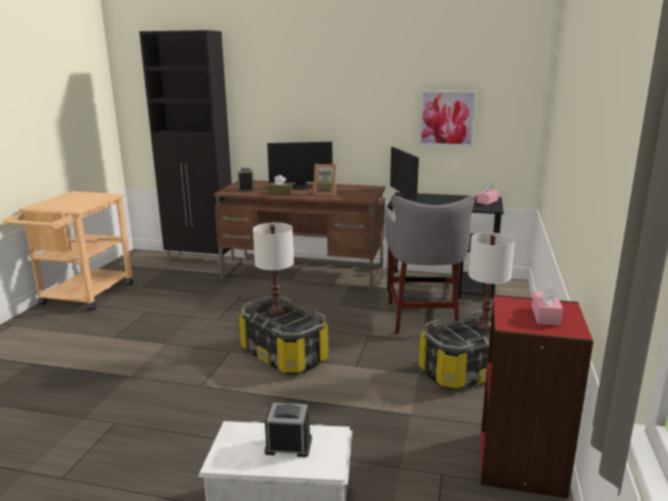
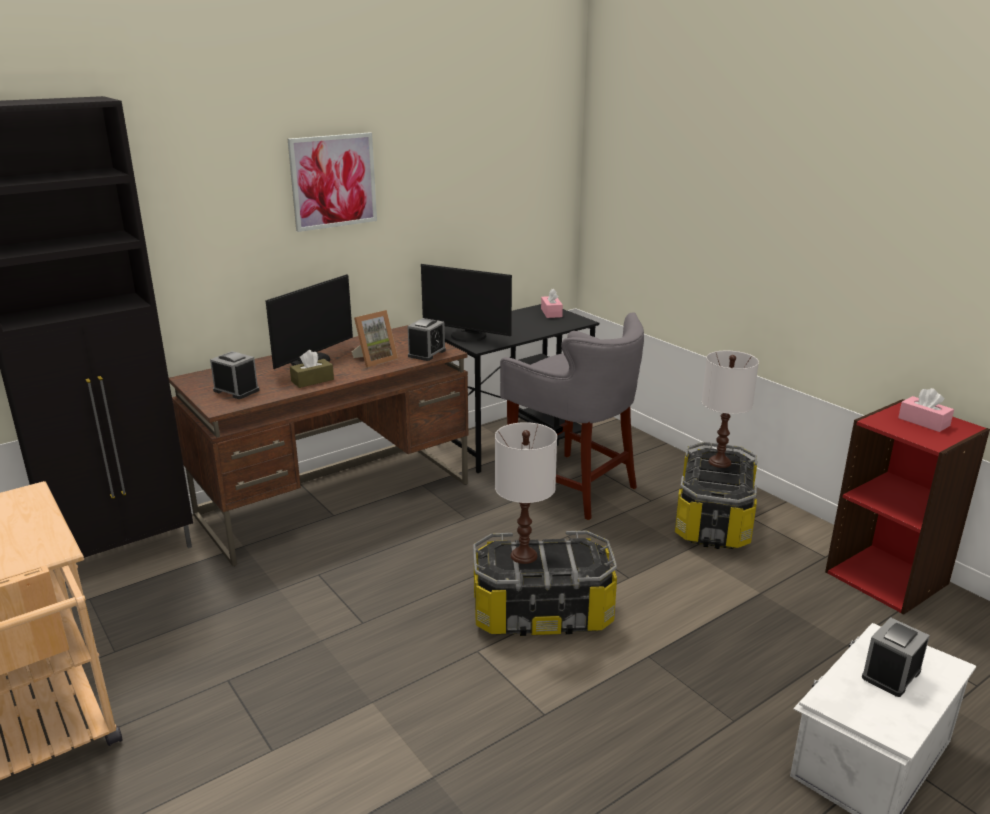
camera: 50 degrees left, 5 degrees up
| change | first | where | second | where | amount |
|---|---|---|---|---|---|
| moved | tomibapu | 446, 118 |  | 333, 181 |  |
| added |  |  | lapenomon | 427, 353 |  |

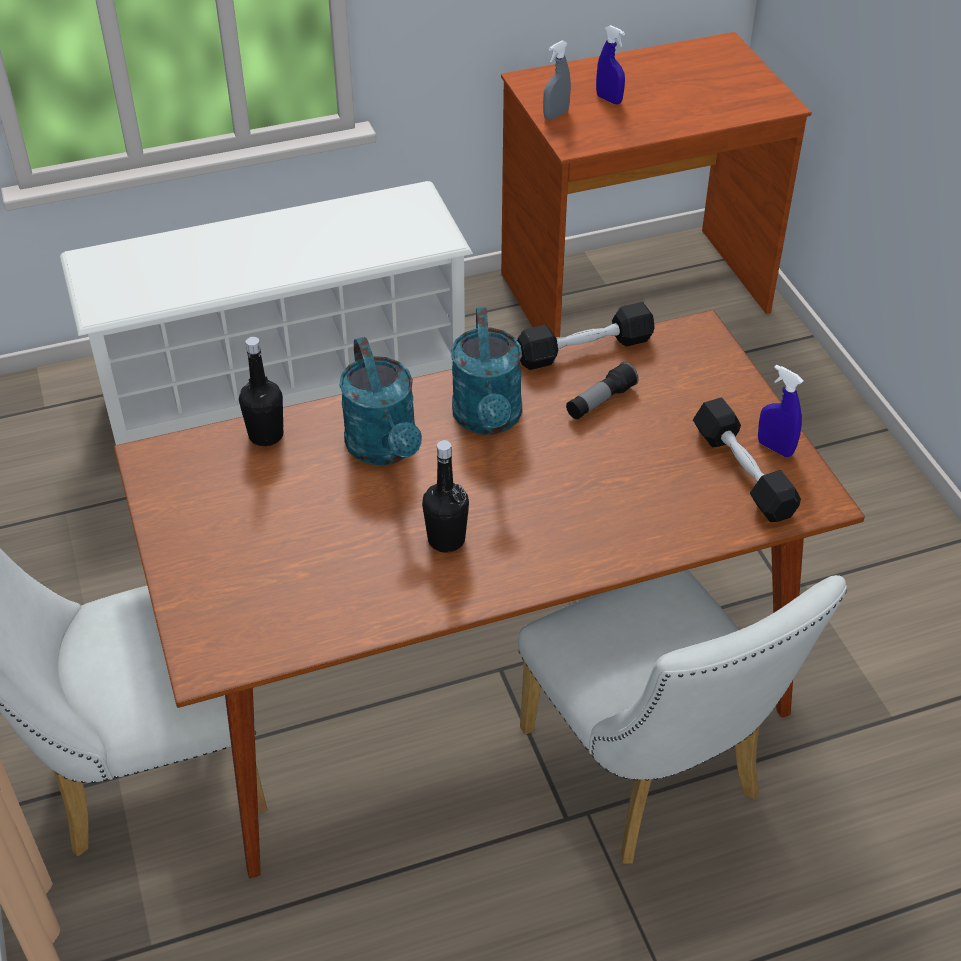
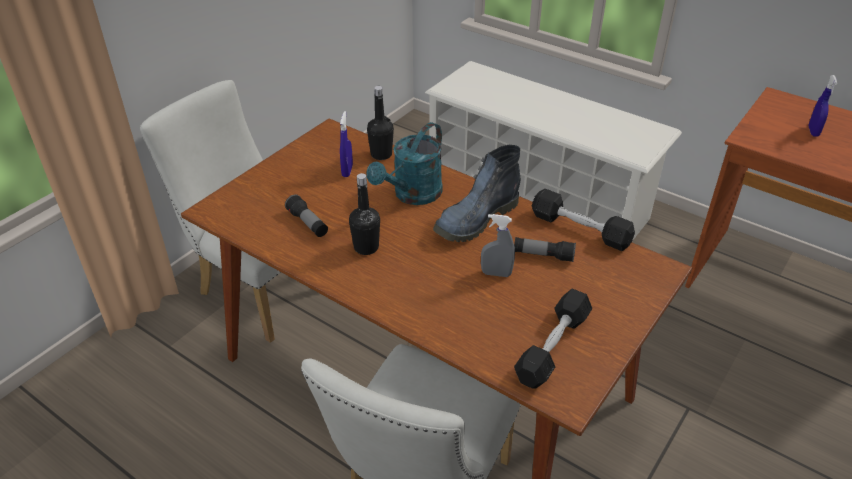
camera: 55 degrees right, 5 degrees down
| change | first | where | second | where | amount |
|---|---|---|---|---|---|
| replaced | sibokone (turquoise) | 488, 420 | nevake | 476, 220 |  |
| moved | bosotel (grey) | 556, 115 |  | 496, 273 |  |
| moved | bosotel (blue) | 775, 448 |  | 347, 171 |  |
| added |  |  | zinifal | 308, 223 |  |

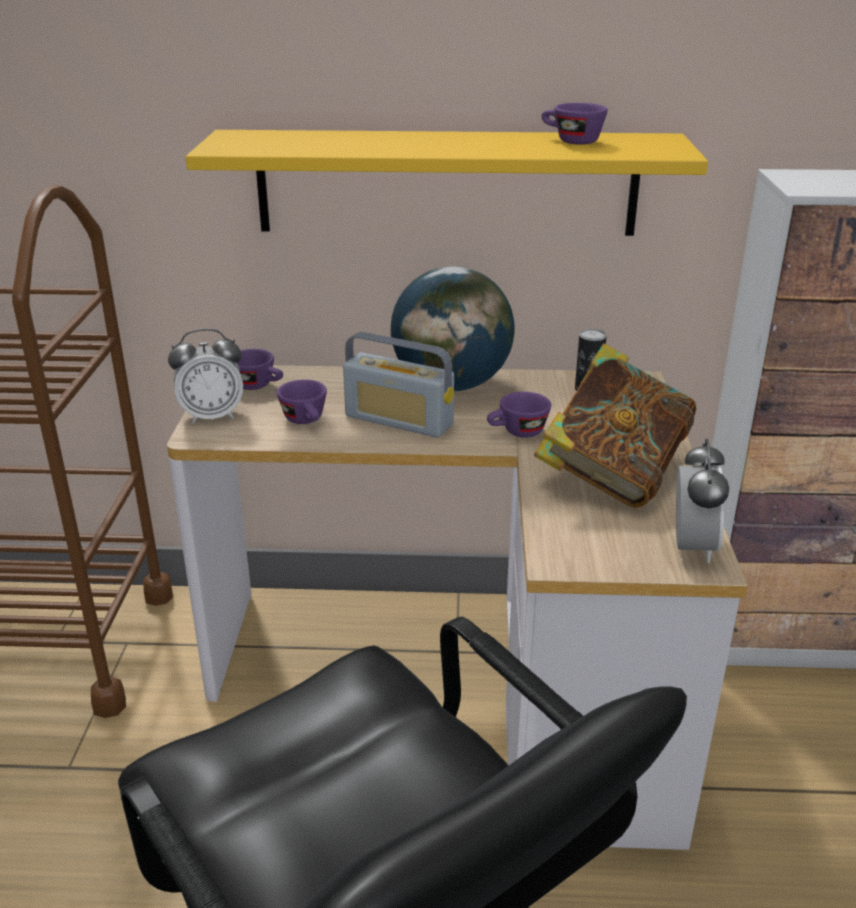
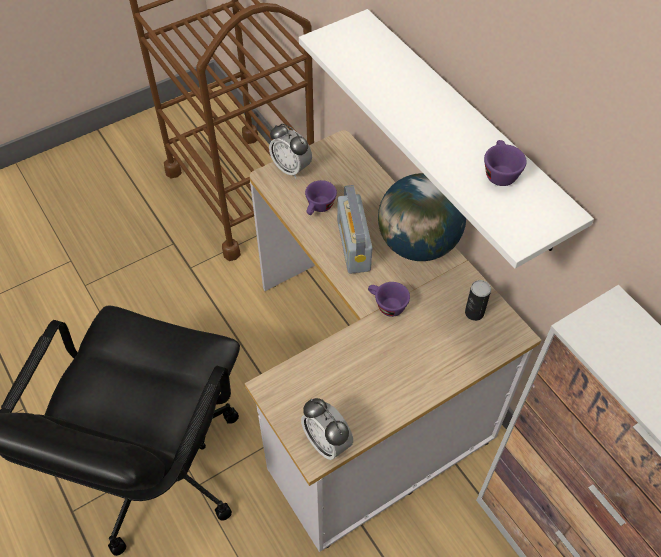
camera: 55 degrees right, 25 degrees up
| change | first | where | second | where | amount |
|---|---|---|---|---|---|
| recoloured | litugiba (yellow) | 446, 183 | litugiba (white) | 463, 130 |  |
| removed | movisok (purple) | 259, 386 |  |  |  |
| removed | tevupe | 612, 476 |  |  |  |
| turned | lapenomon | 692, 547 |  | 327, 442 | 75 degrees clockwise |

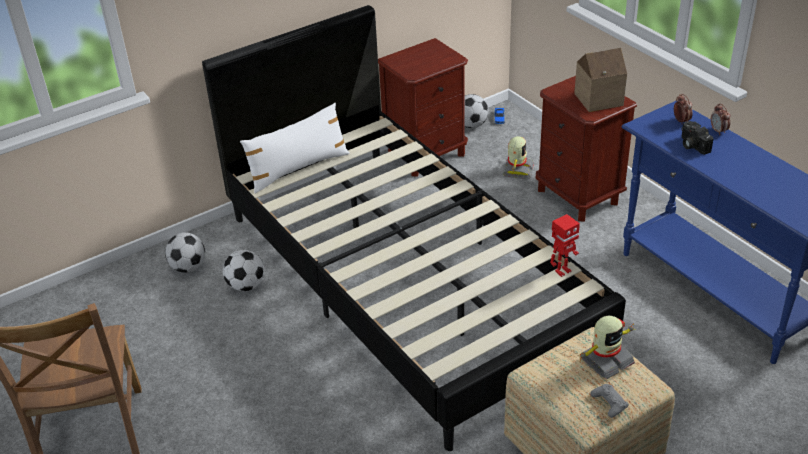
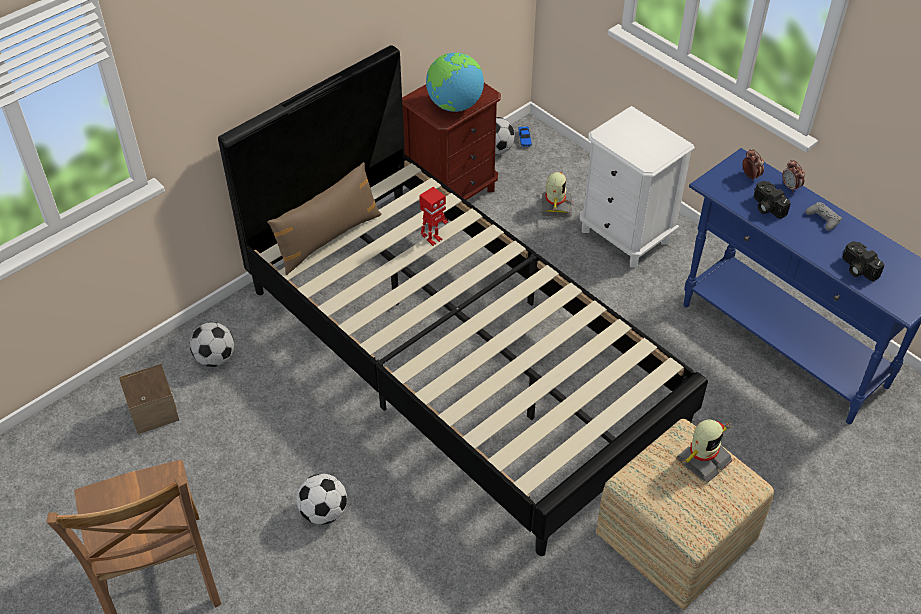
camera: 10 degrees left, 10 degrees up
| change | first | where | second | where | amount |
|---|---|---|---|---|---|
| moved | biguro | 246, 285 |  | 324, 512 |  |
| recoloured | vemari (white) | 298, 169 | vemari (brown) | 328, 238 |  |
| recoloured | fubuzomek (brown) | 578, 196 | fubuzomek (white) | 625, 236 |  |
| moved | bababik | 562, 271 |  | 433, 239 |  |
| moved | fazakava | 597, 98 |  | 152, 409 |  |
| moved | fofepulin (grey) | 609, 403 |  | 823, 218 |  |
| added |  |  | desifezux | 454, 105 |  |
| added |  |  | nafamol | 857, 269 |  |

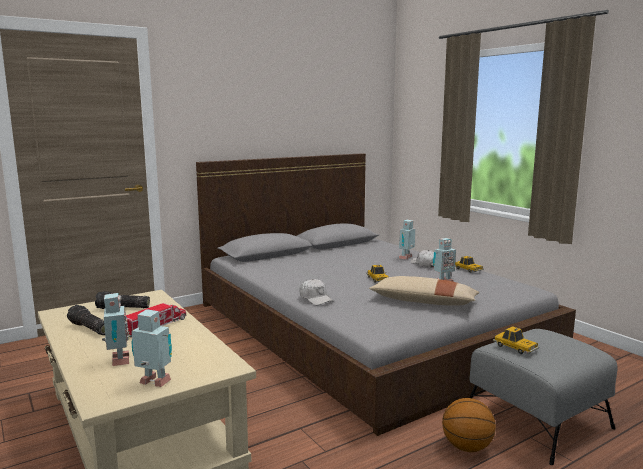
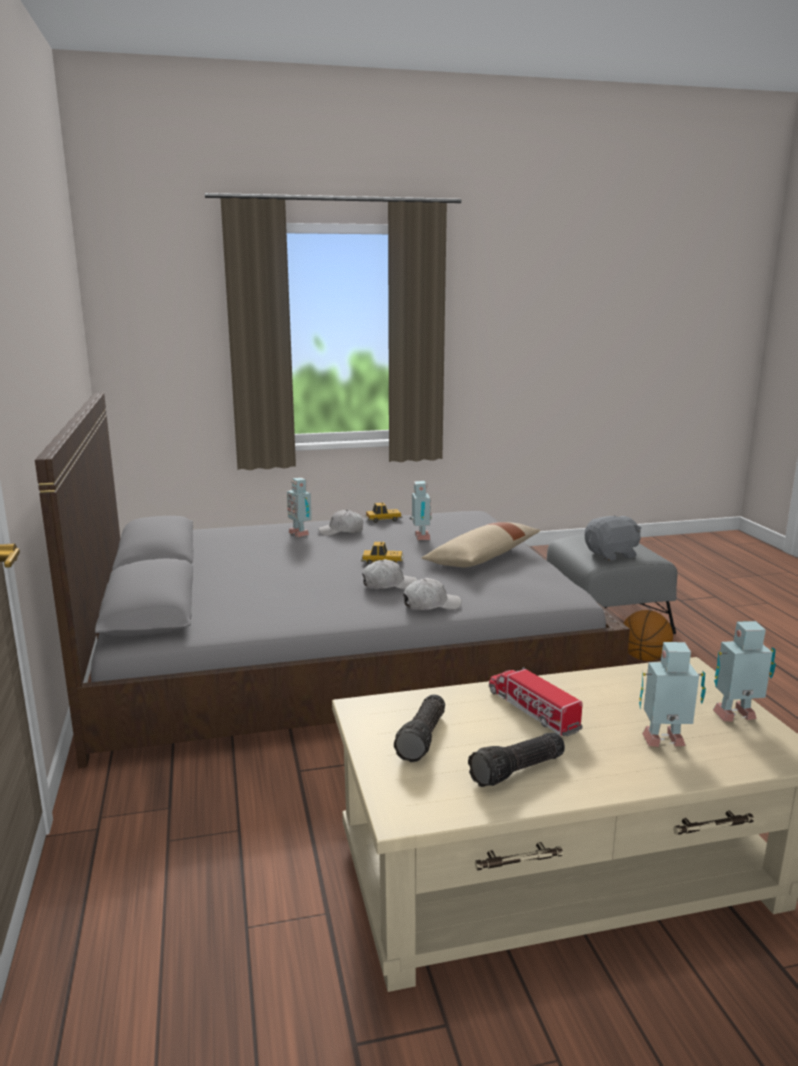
camera: 70 degrees left, 5 degrees up
| change | first | where | second | where | amount |
|---|---|---|---|---|---|
| turned | bababik | 154, 383 |  | 737, 717 | 45 degrees clockwise |
| replaced | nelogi | 515, 347 | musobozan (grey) | 612, 554 |  |
| added |  |  | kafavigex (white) | 389, 585 |  |

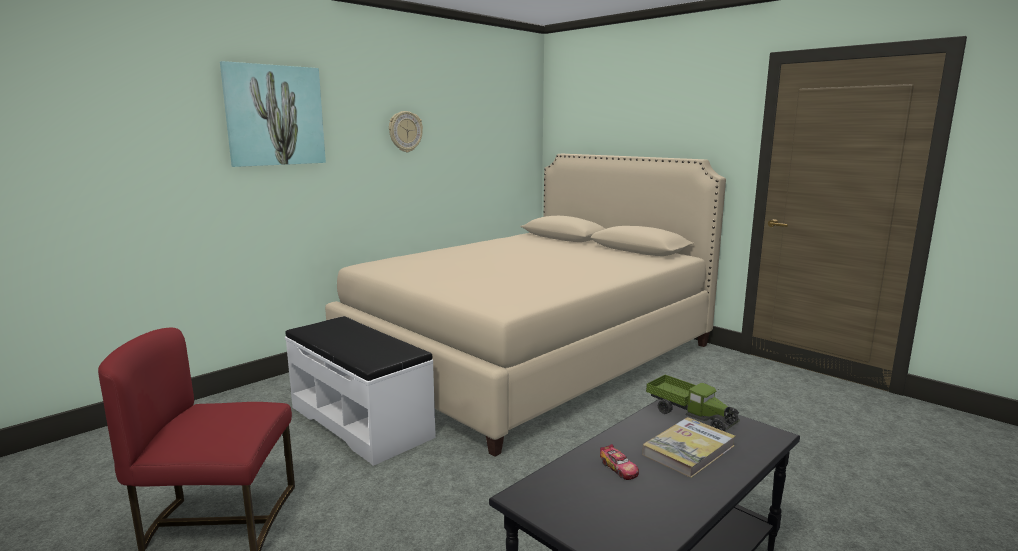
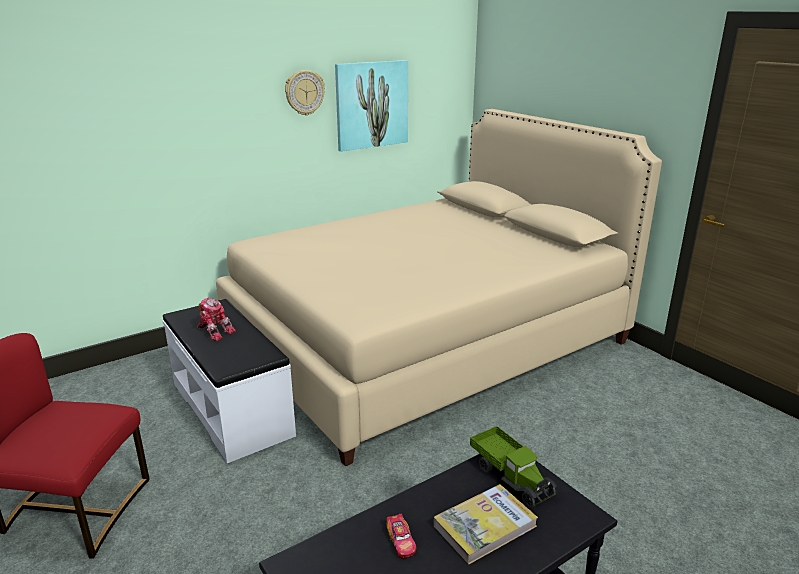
camera: 10 degrees right, 10 degrees up
| change | first | where | second | where | amount |
|---|---|---|---|---|---|
| moved | tomibapu | 275, 115 |  | 372, 105 |  |
| added |  |  | bababik | 215, 331 |  |

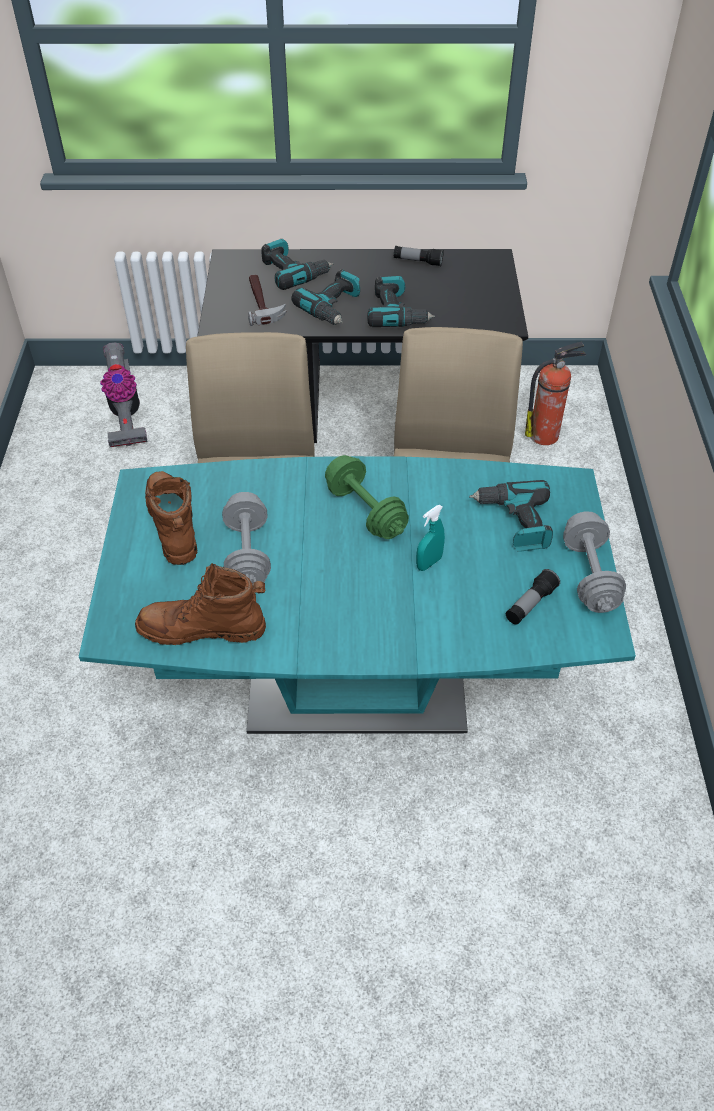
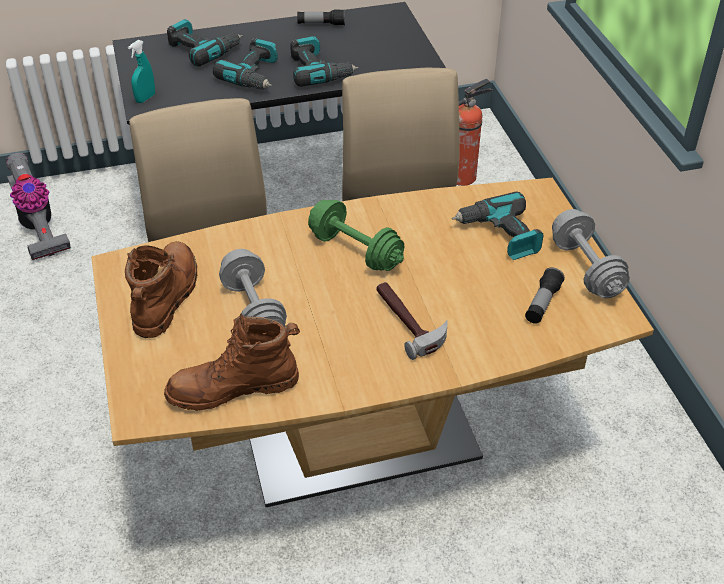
camera: 15 degrees left, 5 degrees down
| change | first | where | second | where | amount |
|---|---|---|---|---|---|
| recoloured | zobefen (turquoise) | 356, 688 | zobefen (brown) | 361, 440 |  |
| turned | nevake (brown) | 173, 524 |  | 166, 297 | 45 degrees clockwise |
| moved | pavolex | 263, 304 |  | 410, 322 |  |
| moved | bosotel (turquoise) | 429, 563 |  | 145, 98 |  |

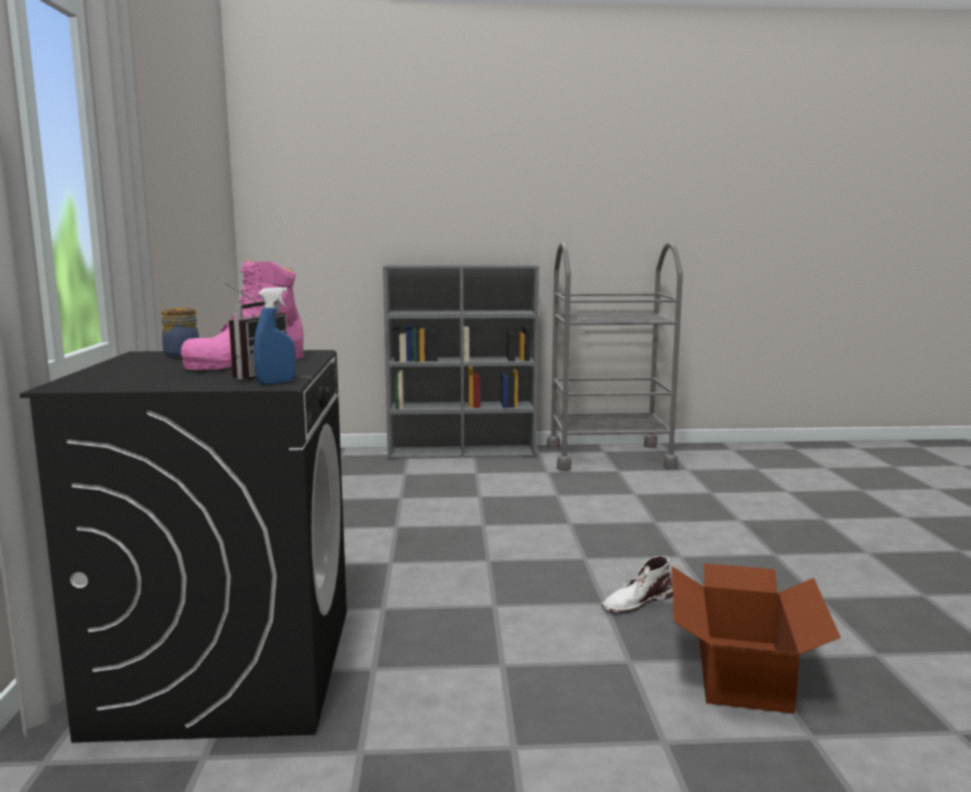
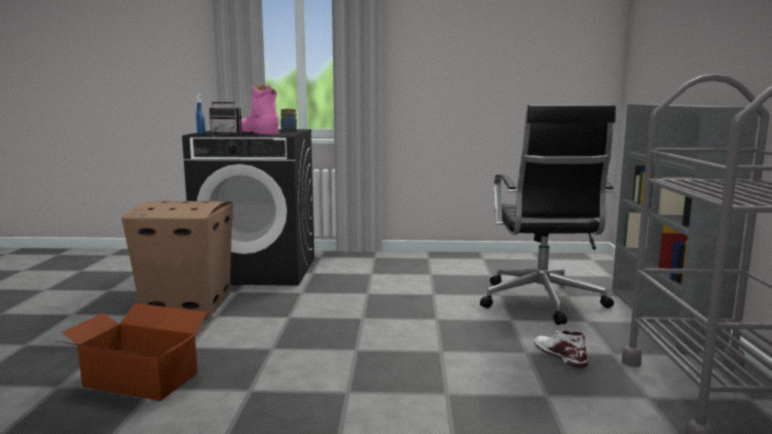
camera: 95 degrees right, 0 degrees up
| change | first | where | second | where | amount |
|---|---|---|---|---|---|
| moved | nevake (white) | 636, 602 |  | 559, 354 |  |
| added |  |  | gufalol | 186, 305 |  |
| added |  |  | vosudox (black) | 541, 302 |  |

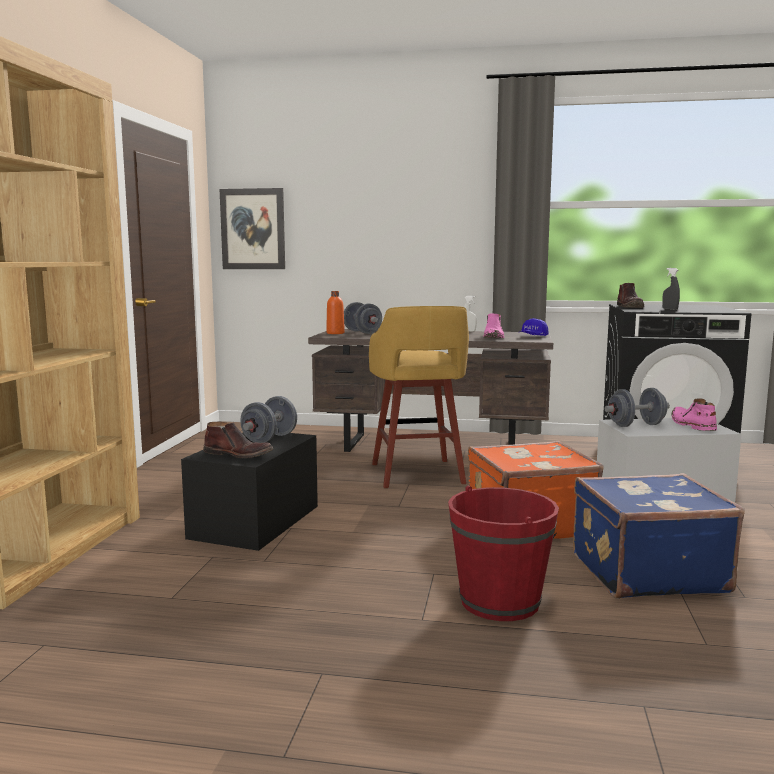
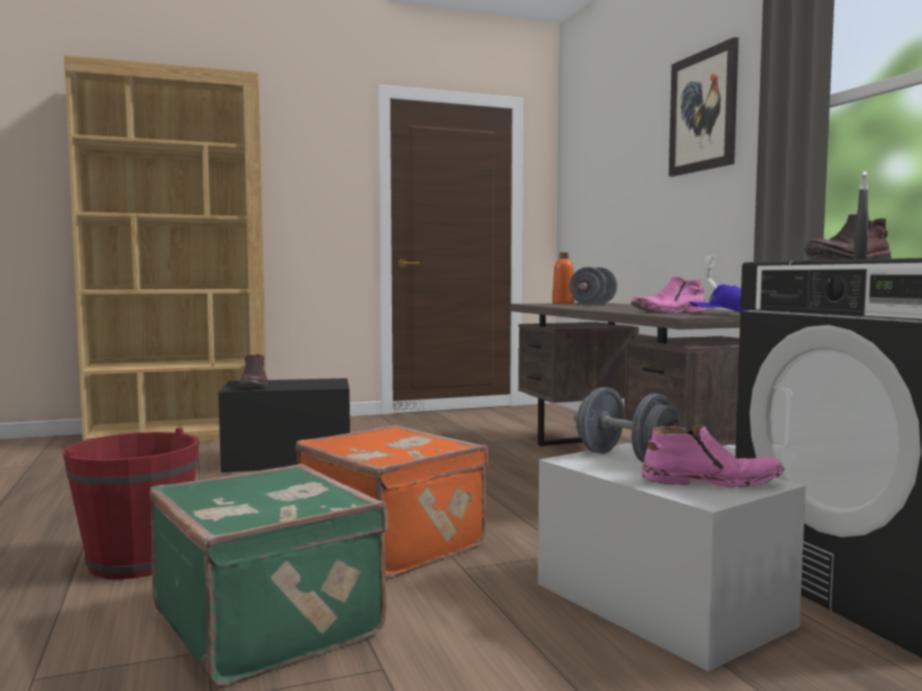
camera: 60 degrees right, 5 degrees down
| change | first | where | second | where | amount |
|---|---|---|---|---|---|
| moved | tomibapu | 253, 229 |  | 703, 111 |  |
| removed | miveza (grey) | 269, 438 |  |  |  |
| removed | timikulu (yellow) | 417, 475 |  |  |  |
| recoloured | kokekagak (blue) | 646, 572 | kokekagak (green) | 271, 622 |  |
| turned | nevake (pink) | 691, 425 |  | 710, 482 | 45 degrees clockwise |

